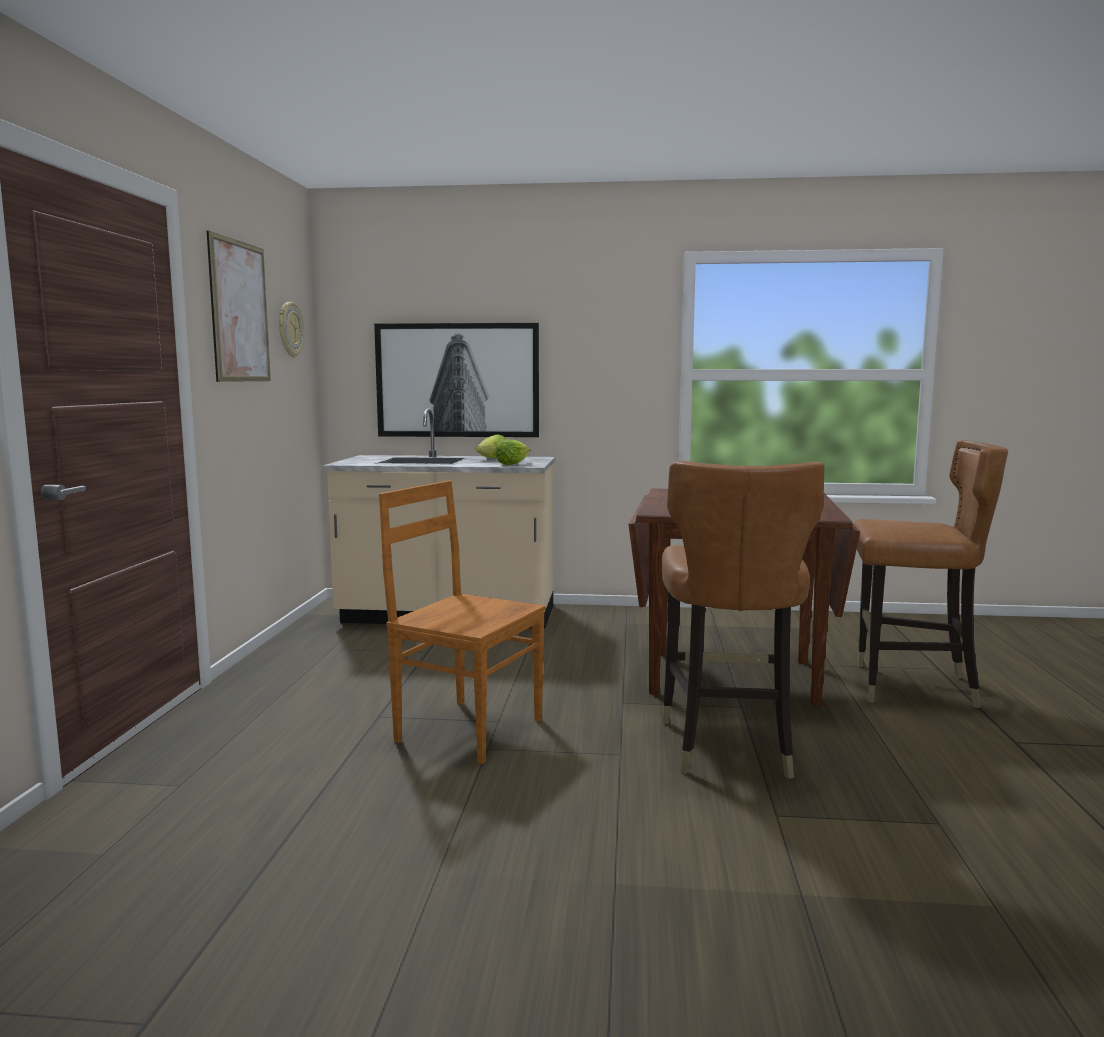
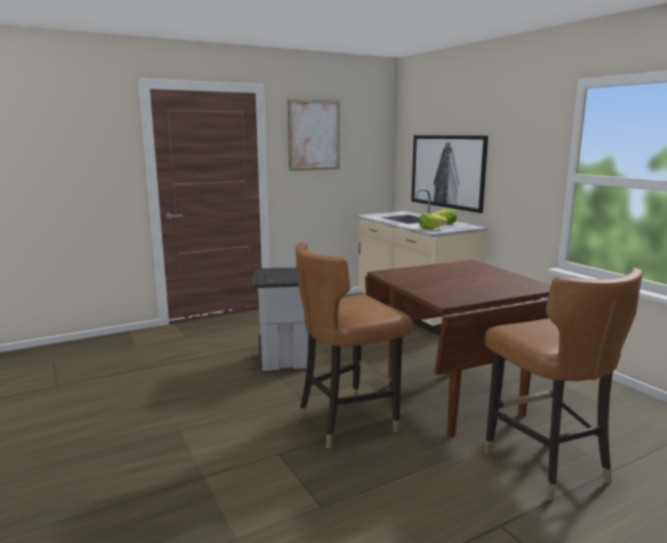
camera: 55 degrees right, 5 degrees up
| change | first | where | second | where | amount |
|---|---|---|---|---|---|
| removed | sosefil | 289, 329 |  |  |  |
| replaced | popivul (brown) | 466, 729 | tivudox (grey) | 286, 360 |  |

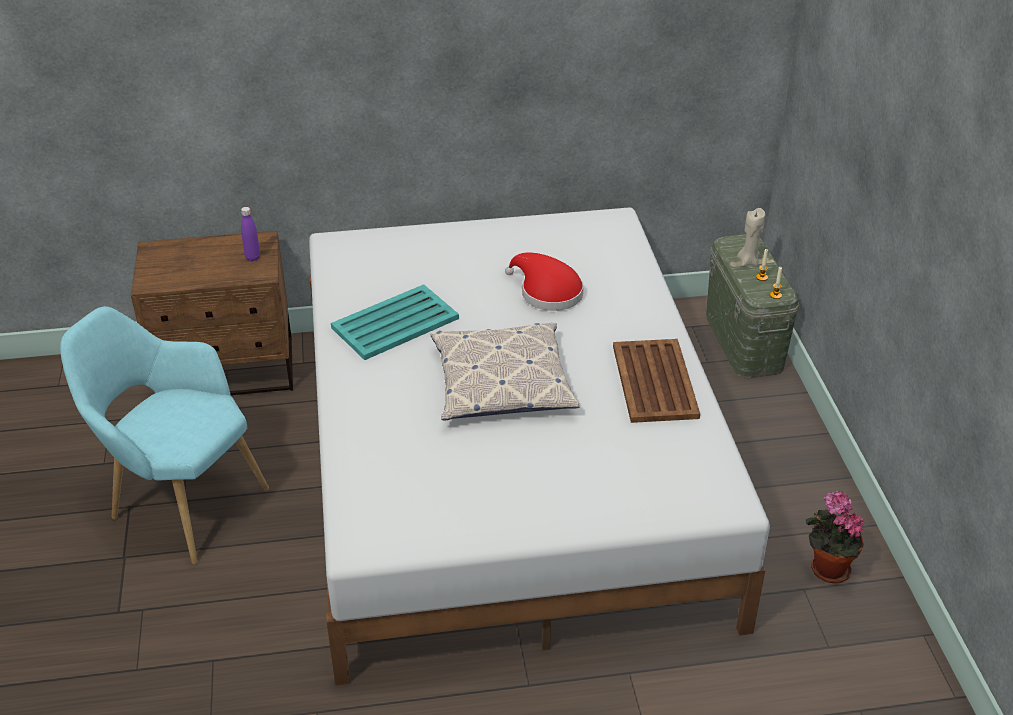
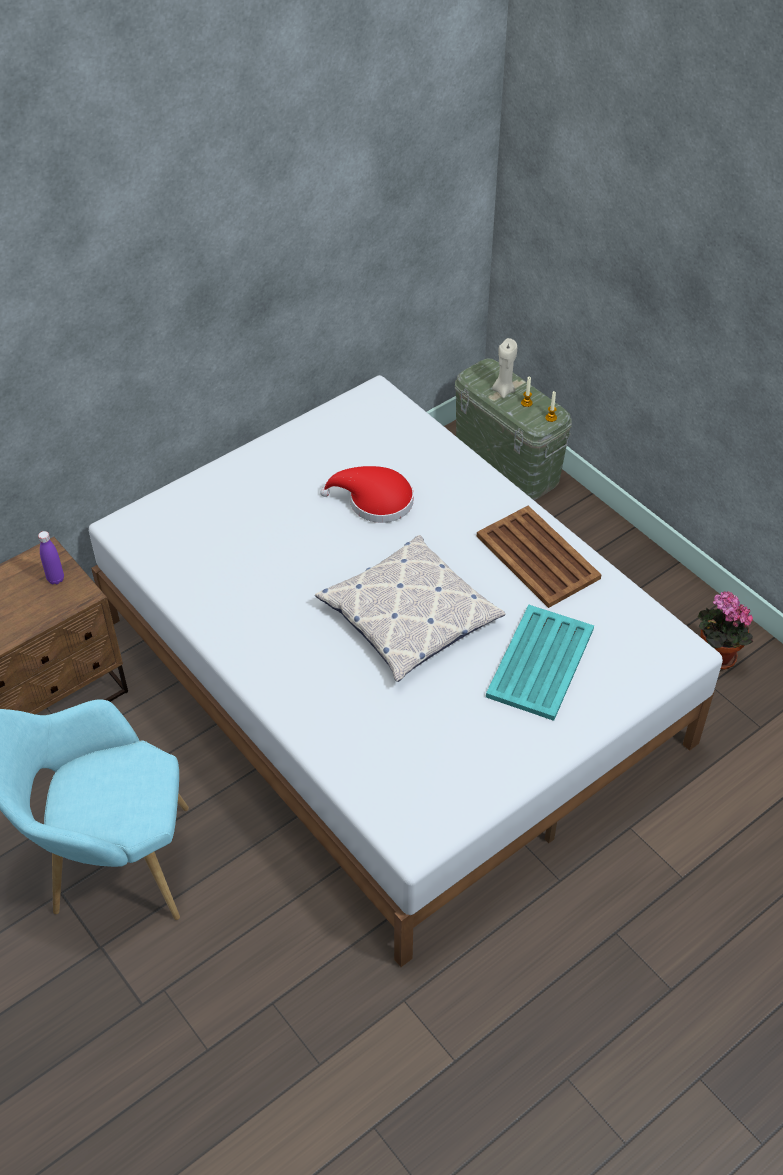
camera: 30 degrees left, 10 degrees up
| change | first | where | second | where | amount |
|---|---|---|---|---|---|
| moved | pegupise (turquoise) | 396, 323 |  | 541, 662 |  |

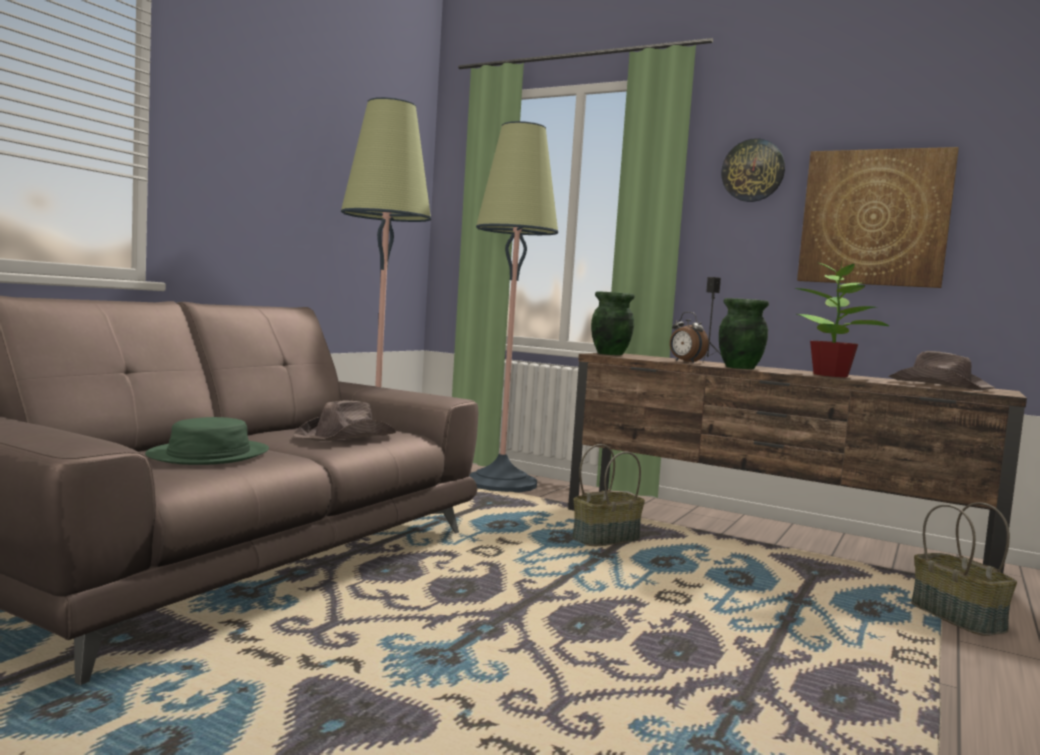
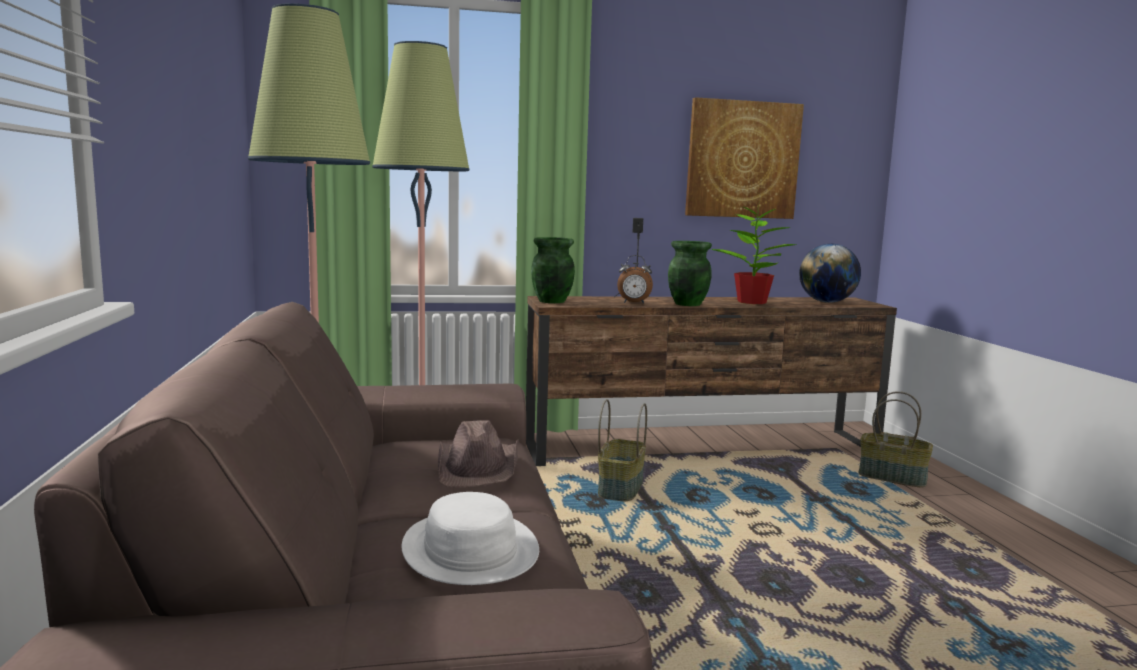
camera: 40 degrees left, 5 degrees up
| change | first | where | second | where | amount |
|---|---|---|---|---|---|
| recoloured | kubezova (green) | 209, 454 | kubezova (white) | 469, 550 |  |
| removed | sosefil | 753, 170 |  |  |  |
| replaced | kubezova (brown) | 940, 386 | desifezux | 827, 302 |  |

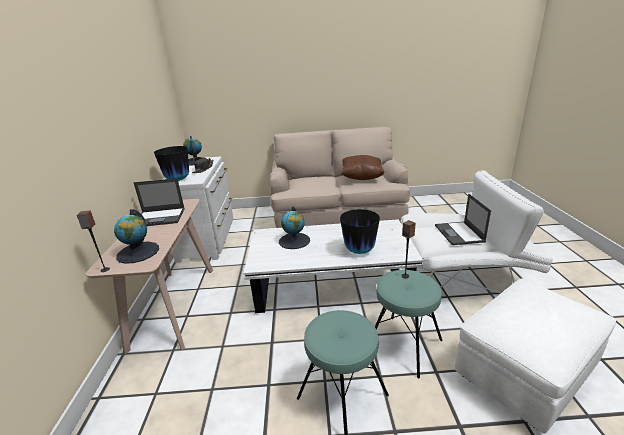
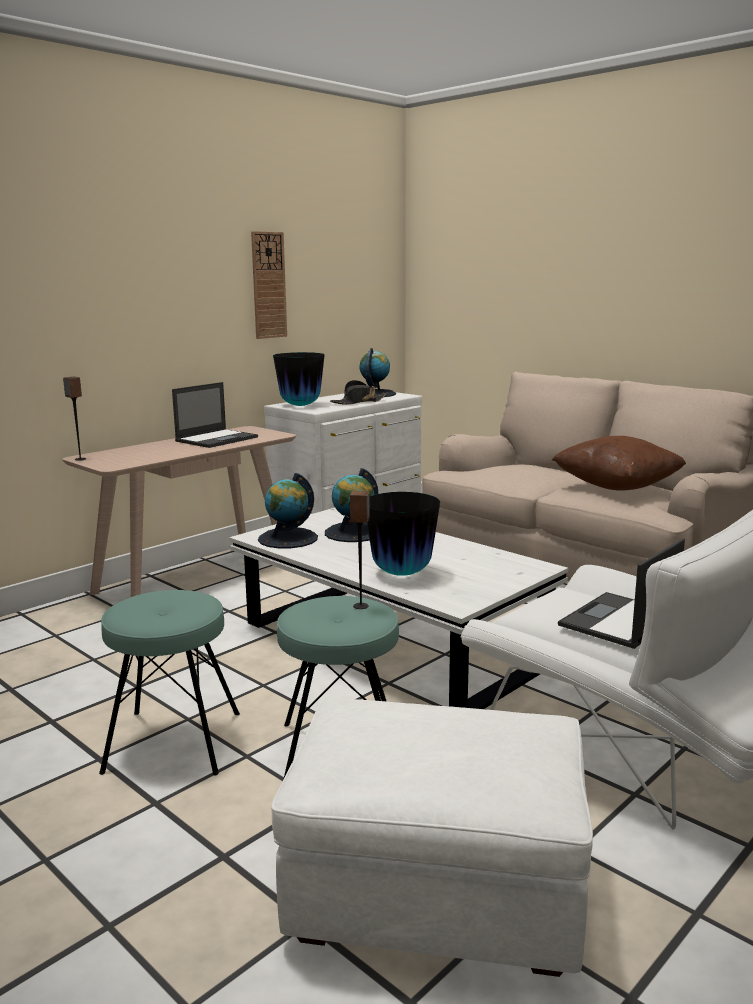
camera: 45 degrees right, 10 degrees down
| change | first | where | second | where | amount |
|---|---|---|---|---|---|
| moved | desifezux | 138, 252 |  | 288, 538 |  |
| turned | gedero | 160, 217 |  | 217, 439 | 90 degrees counterclockwise |
| added |  |  | sosefil | 268, 285 |  |

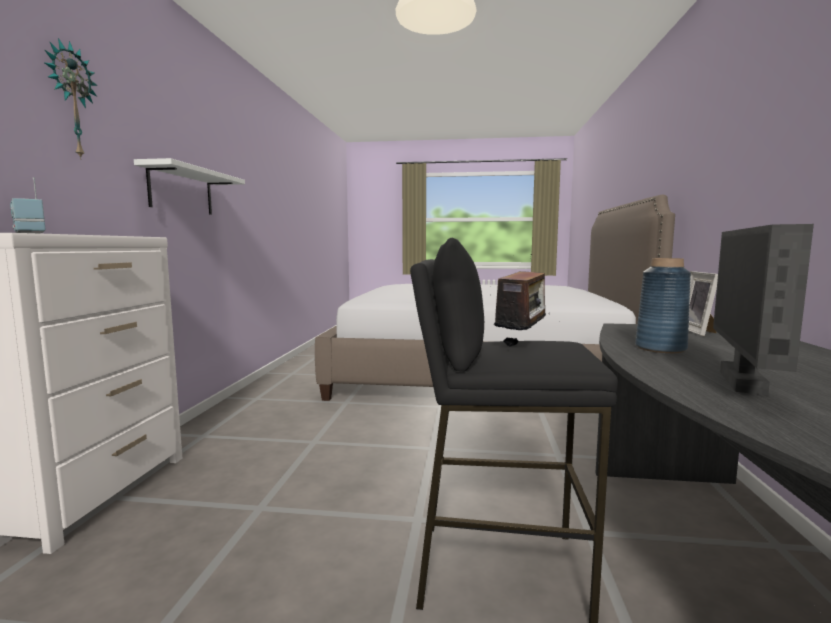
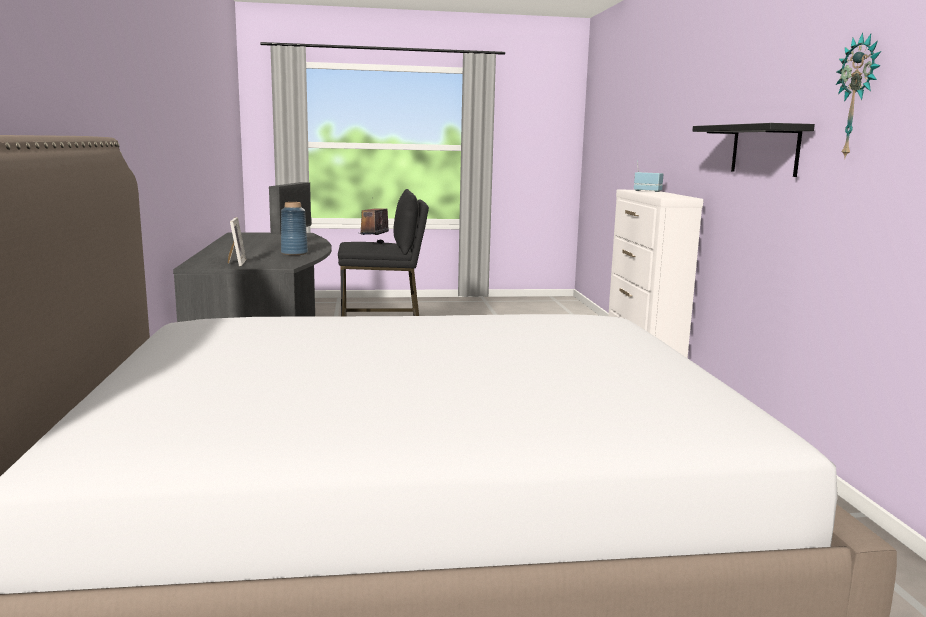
camera: 165 degrees right, 5 degrees up
| change | first | where | second | where | amount |
|---|---|---|---|---|---|
| moved | sosefil | 70, 101 |  | 858, 97 |  |
| recoloured | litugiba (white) | 181, 191 | litugiba (black) | 764, 149 |  |

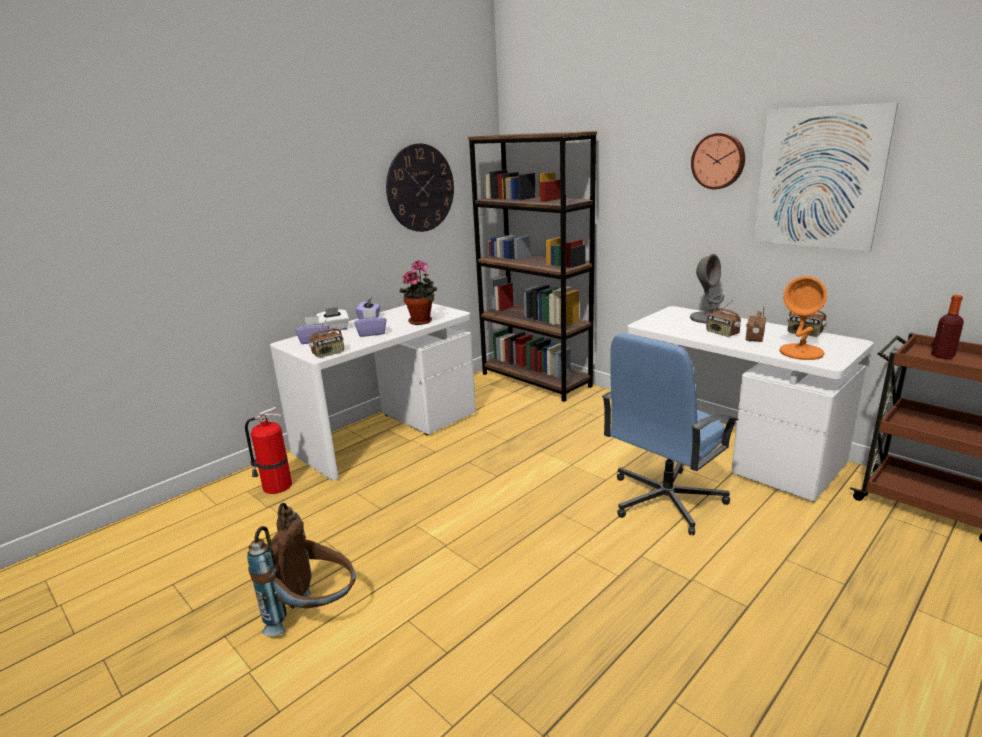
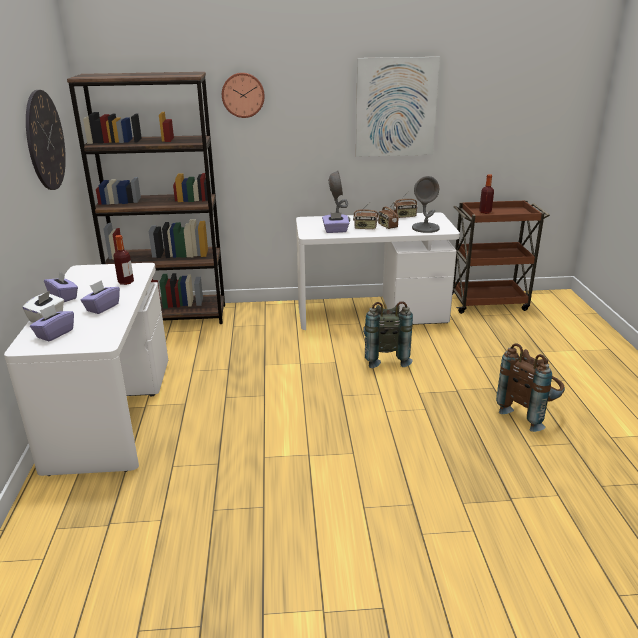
camera: 50 degrees left, 5 degrees up
| change | first | where | second | where | amount |
|---|---|---|---|---|---|
| removed | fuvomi | 275, 486 |  |  |  |
| moved | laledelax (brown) | 315, 614 |  | 529, 413 |  |
| removed | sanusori | 328, 354 |  |  |  |
| replaced | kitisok | 422, 321 | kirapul | 126, 282 |  |
| replaced | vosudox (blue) | 664, 500 | laledelax (grey) | 384, 357 |  |
| moved | sosefil | 718, 161 |  | 243, 95 |  |
| recoloured | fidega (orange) | 801, 353 | fidega (grey) | 425, 228 |  |
| added |  |  | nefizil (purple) | 335, 231 |  |

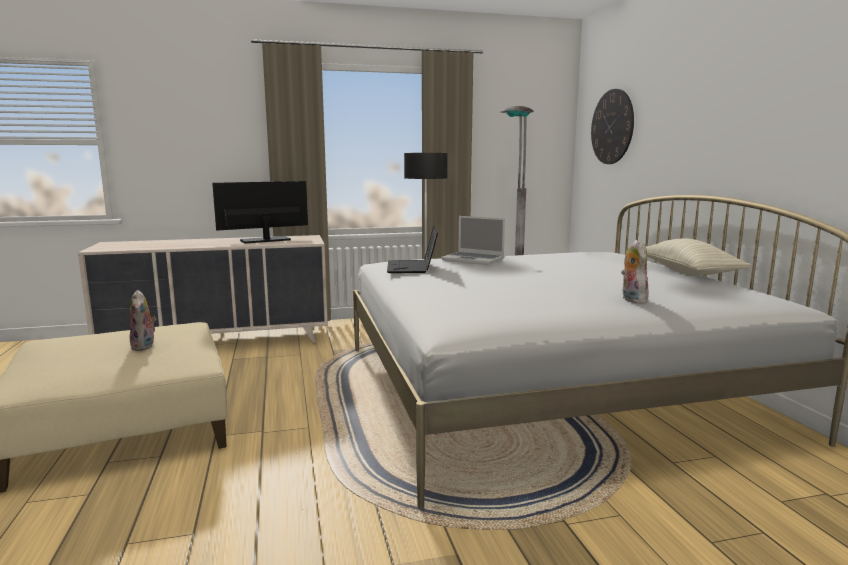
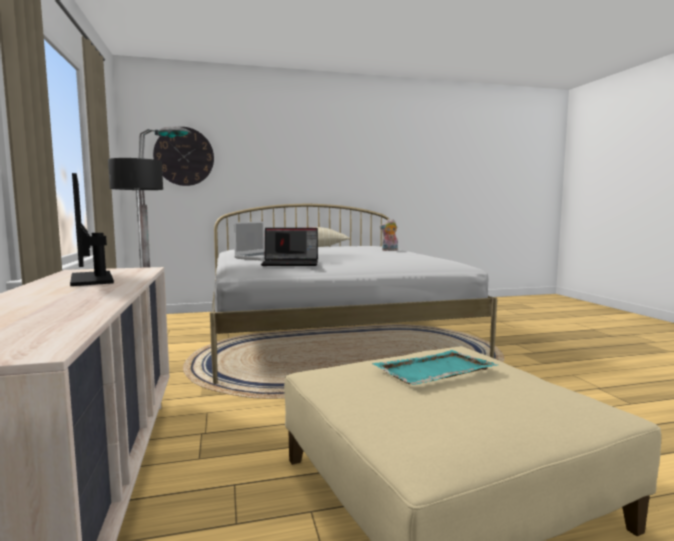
camera: 90 degrees left, 5 degrees down
| change | first | where | second | where | amount |
|---|---|---|---|---|---|
| replaced | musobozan | 145, 346 | pegupise (turquoise) | 433, 370 |  |

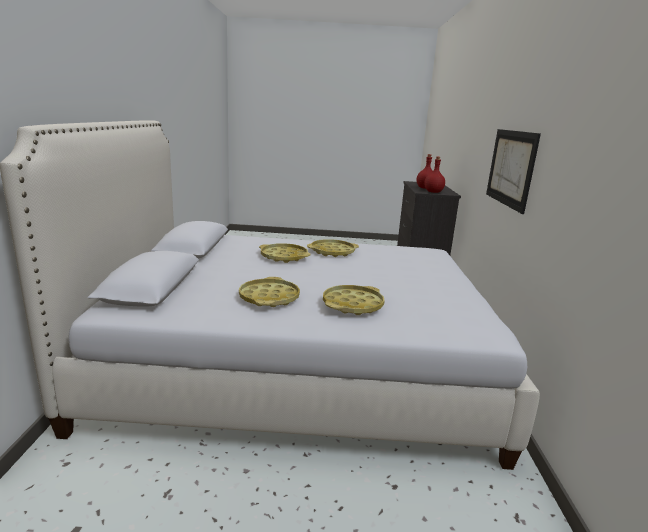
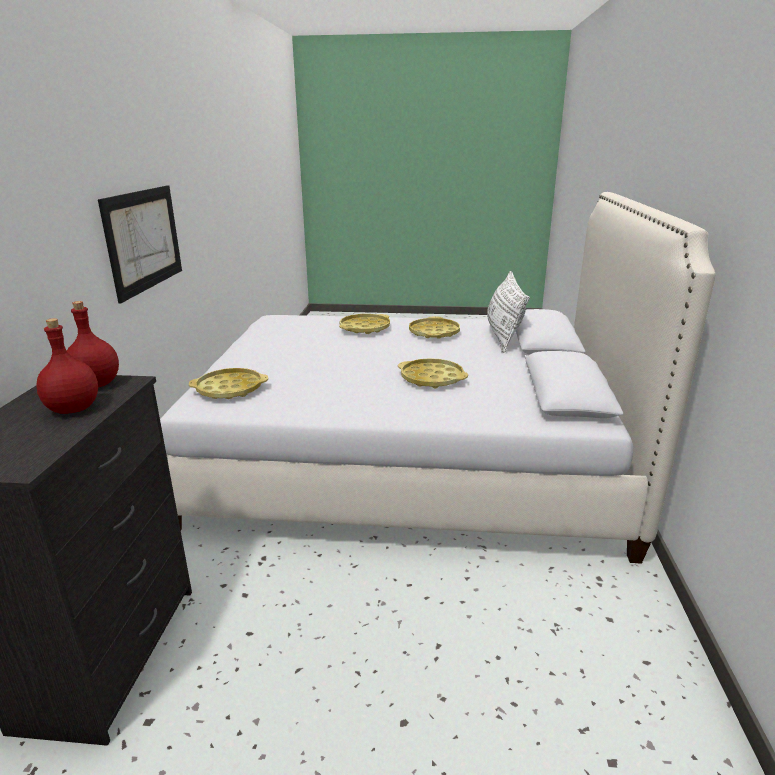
camera: 175 degrees left, 5 degrees up
| change | first | where | second | where | amount |
|---|---|---|---|---|---|
| moved | pegupise (yellow) | 332, 252 |  | 229, 389 |  |
| added |  |  | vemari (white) | 503, 335 |  |

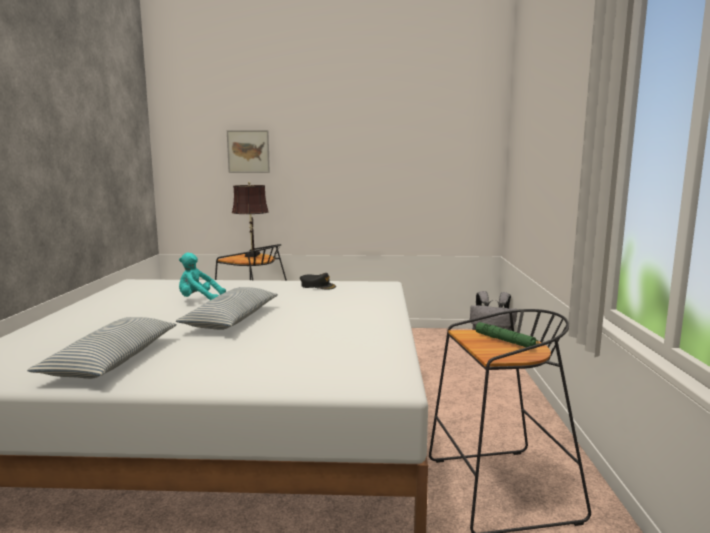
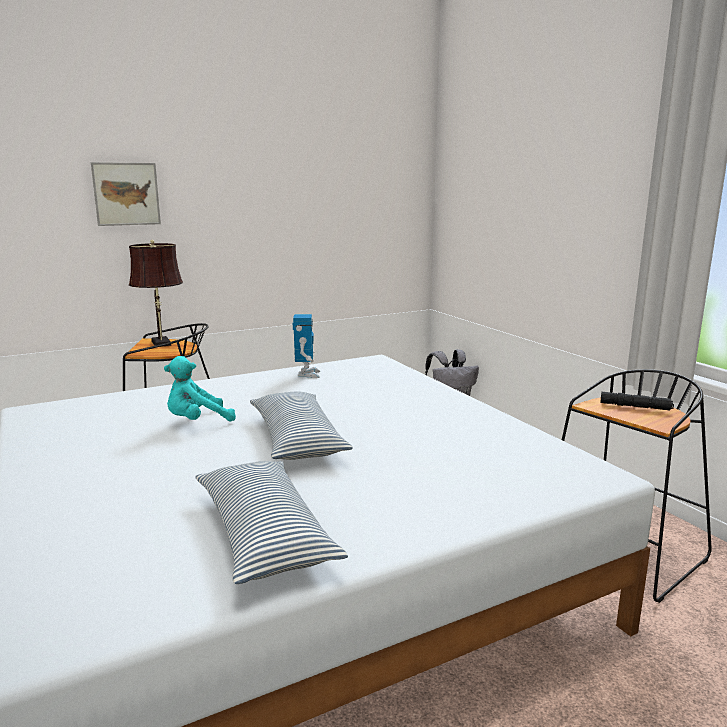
camera: 30 degrees left, 5 degrees up
| change | first | where | second | where | amount |
|---|---|---|---|---|---|
| replaced | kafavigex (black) | 318, 286 | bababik | 307, 374 |  |
| recoloured | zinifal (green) | 505, 341 | zinifal (black) | 635, 406 |  |

